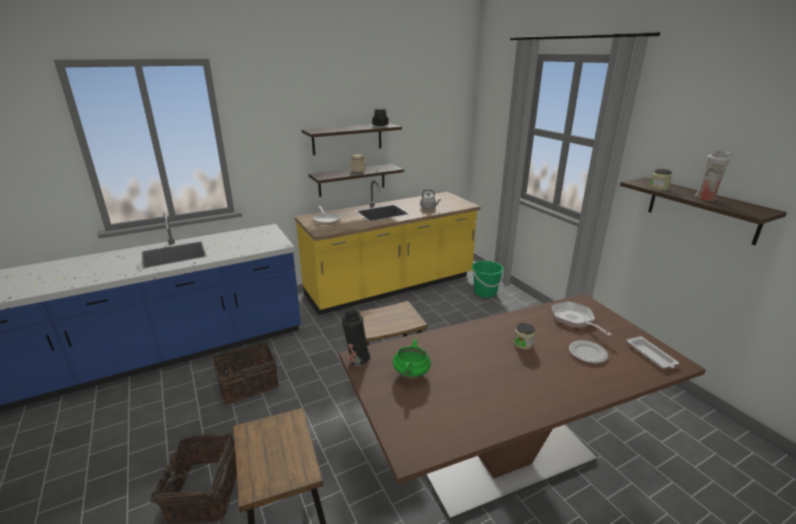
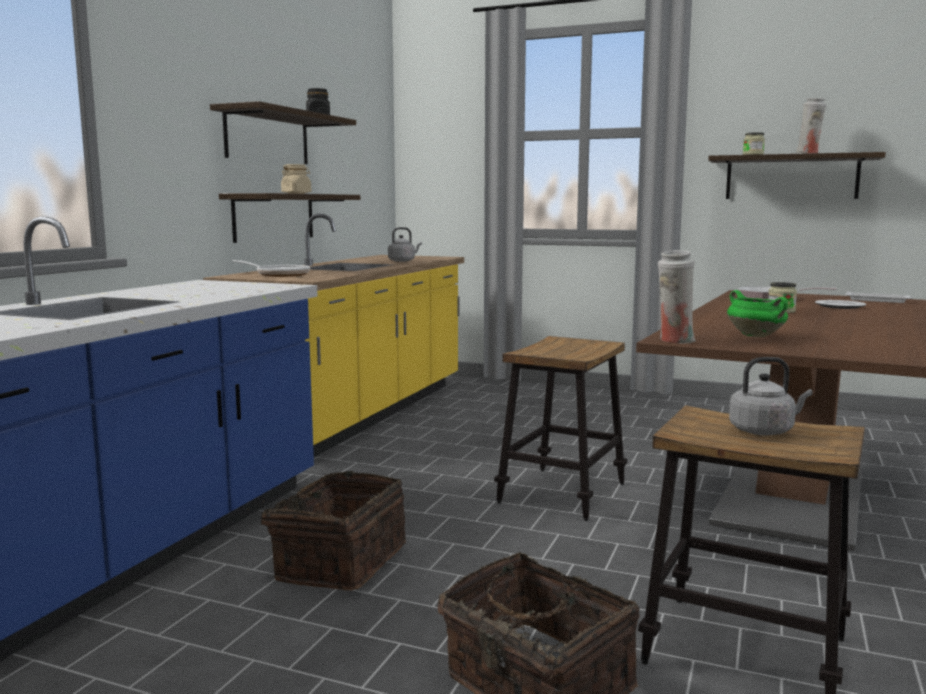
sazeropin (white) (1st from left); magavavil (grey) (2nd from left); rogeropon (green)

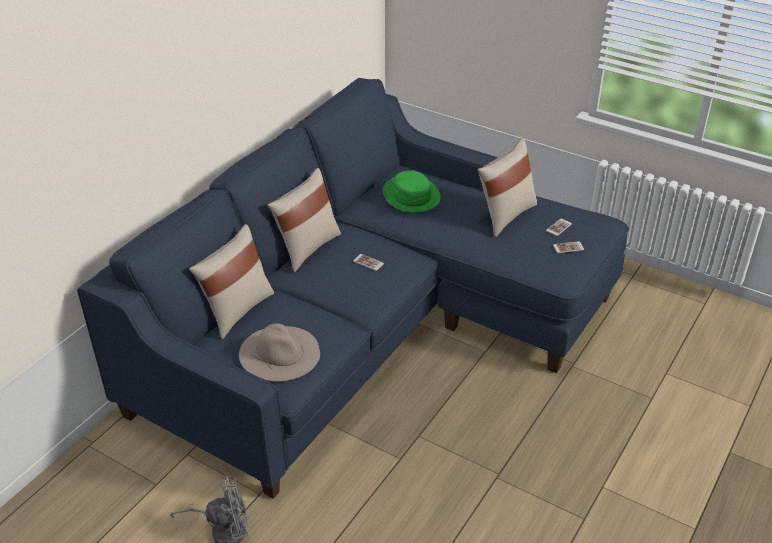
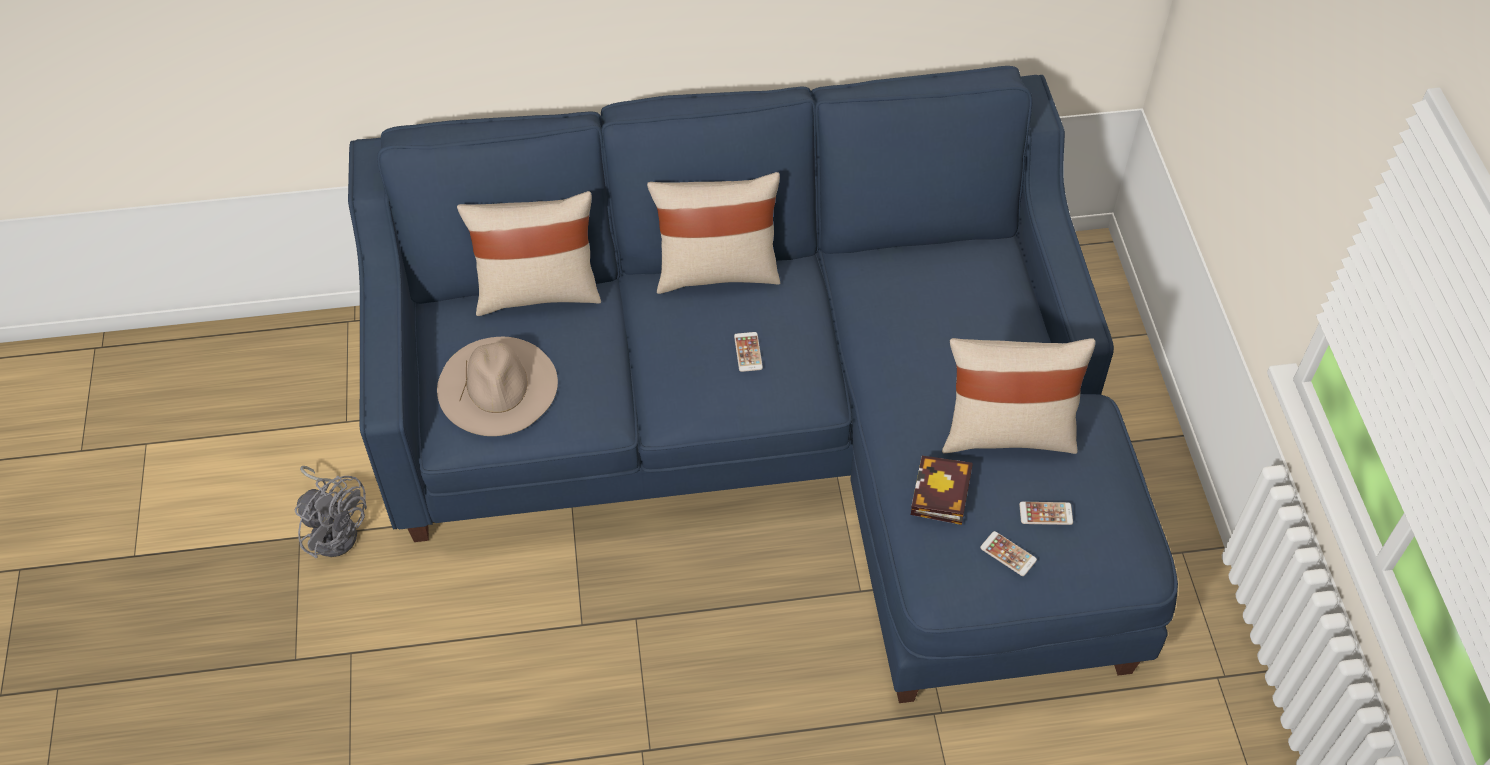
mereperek; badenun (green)

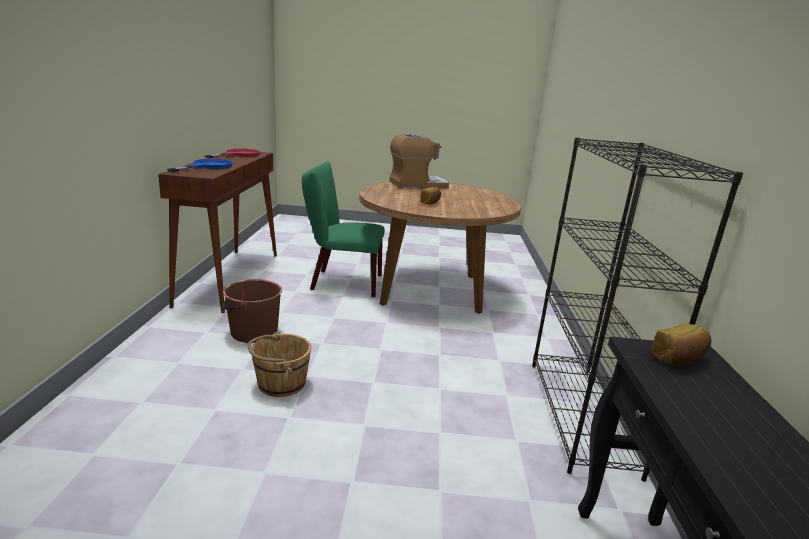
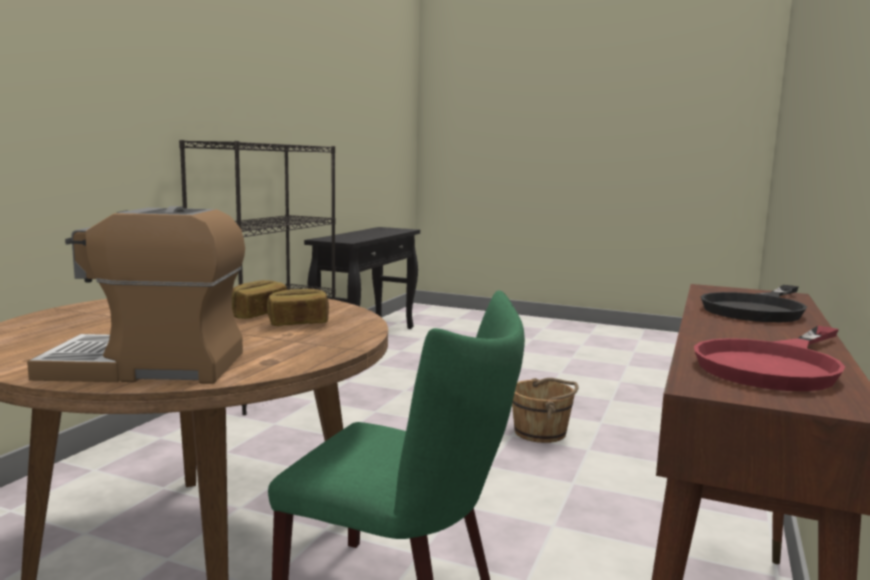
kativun (2nd from left); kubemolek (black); rogeropon (brown) (1st from left in the first image)

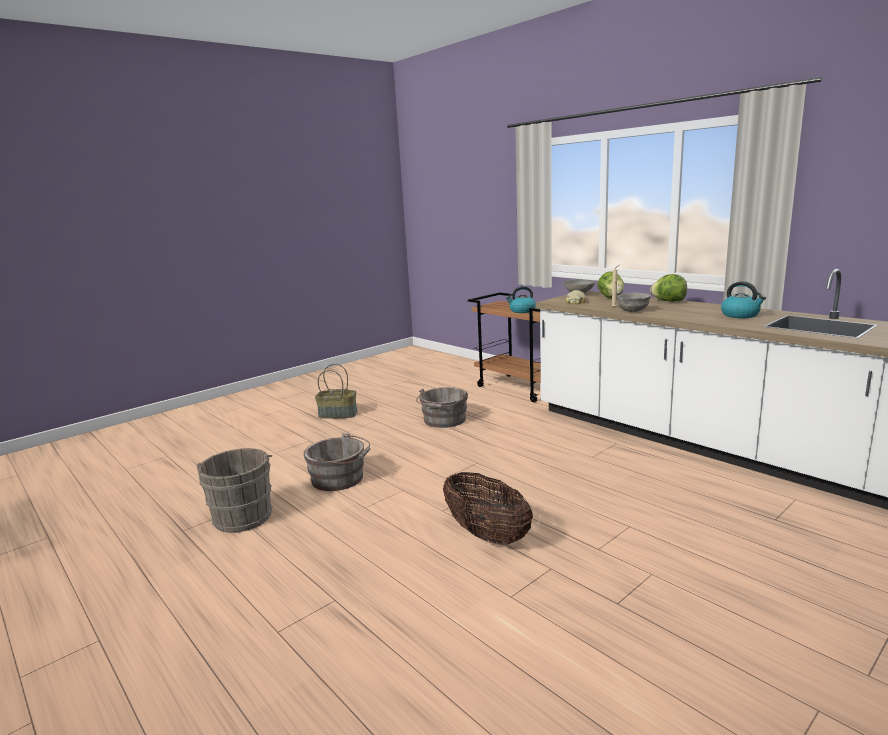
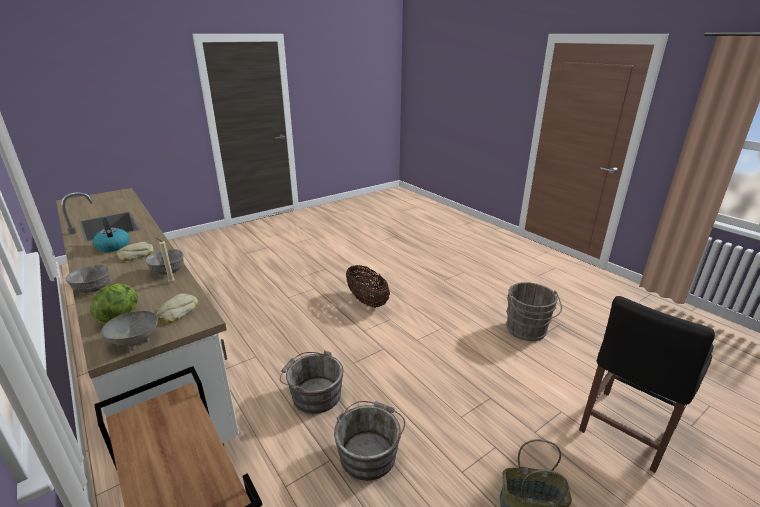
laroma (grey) (1st from left); kativun (1st from left); rogeropon (grey) (1st from left); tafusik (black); magavavil (1st from left in the first image)

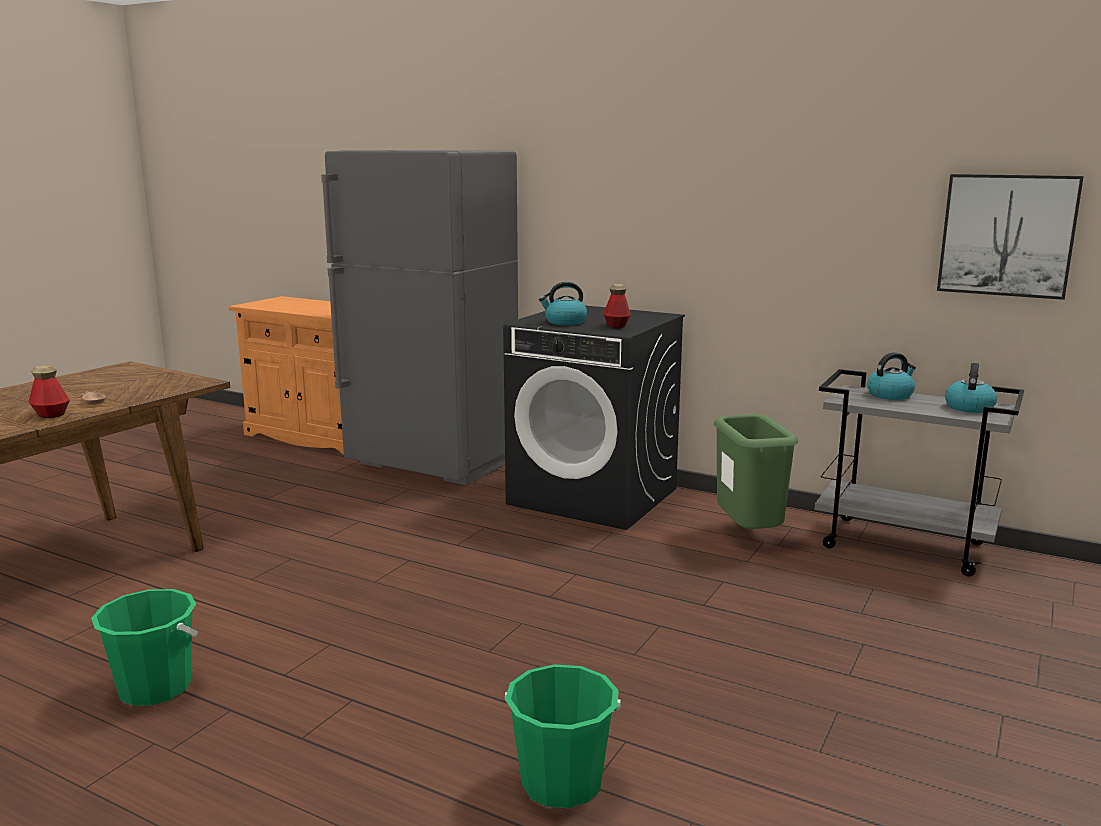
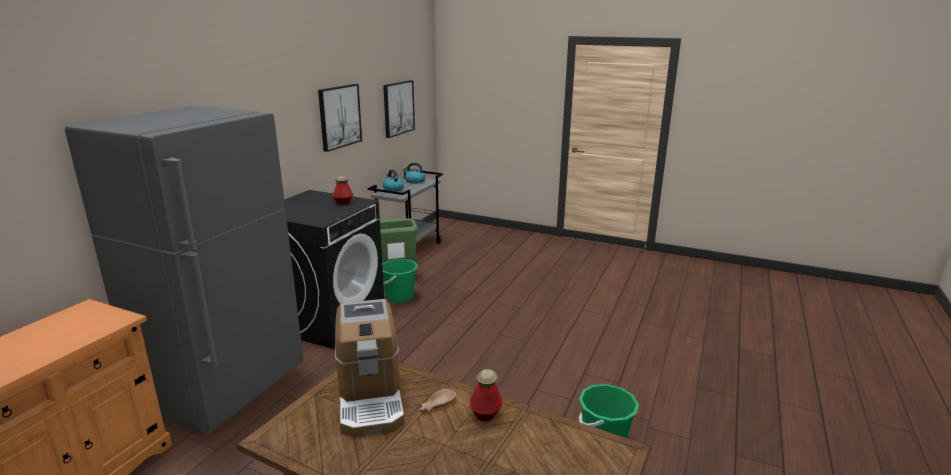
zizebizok (1st from left); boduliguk; rogeropon (green) (1st from left); magavavil (1st from left in the first image)

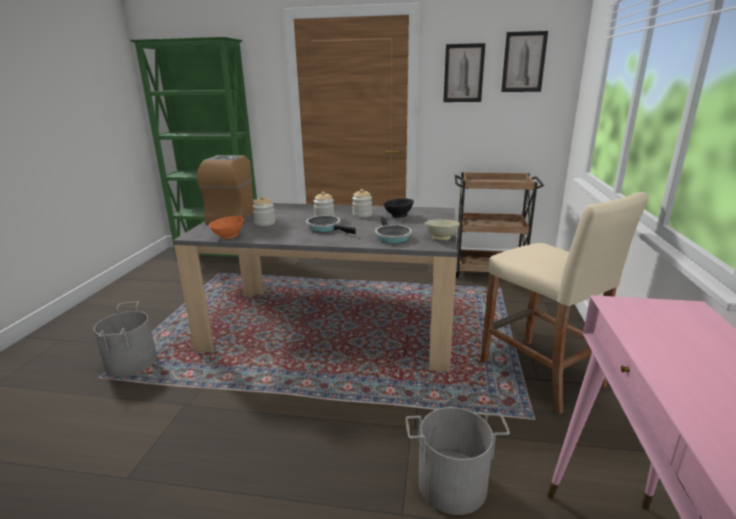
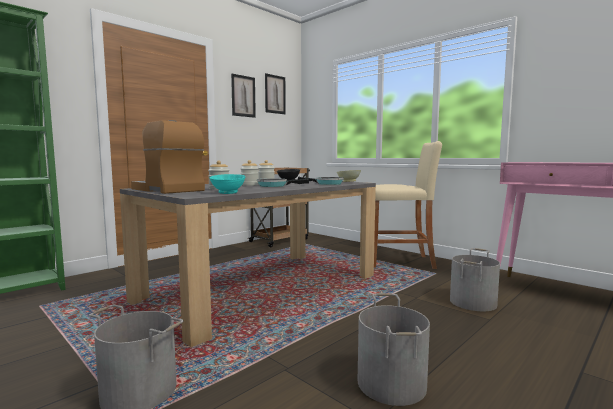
laroma (turquoise); rogeropon (grey) (2nd from left)

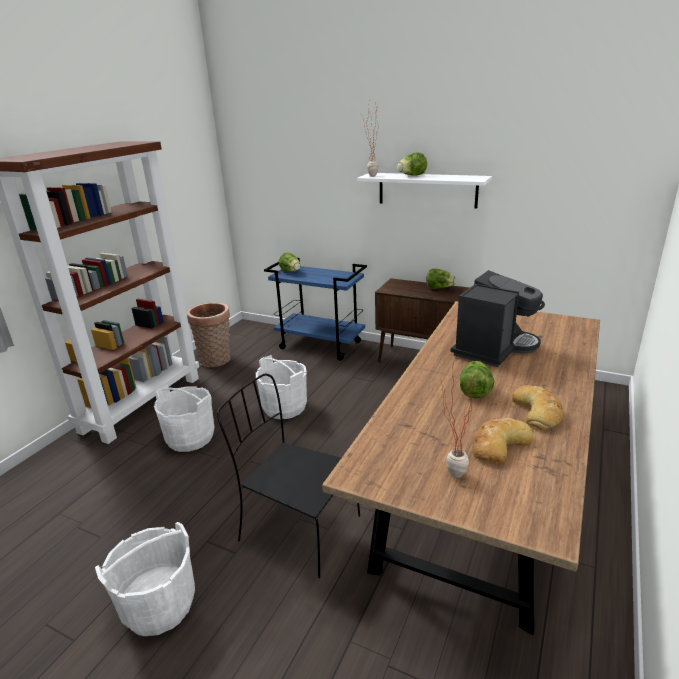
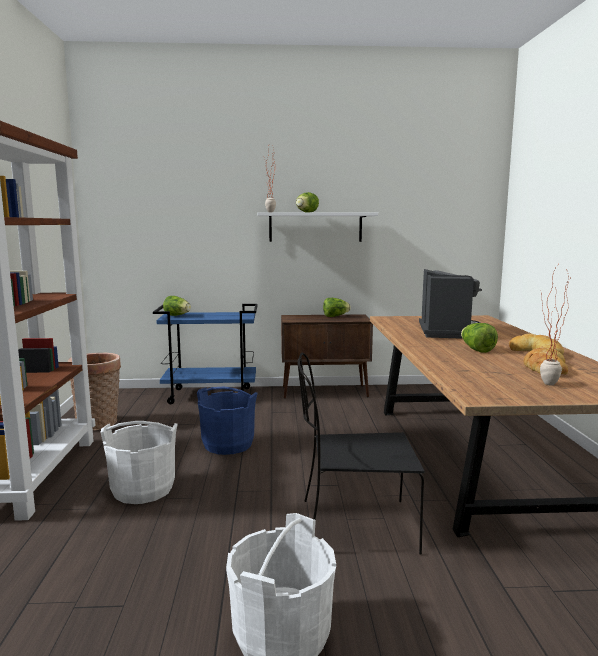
rogeropon (blue)

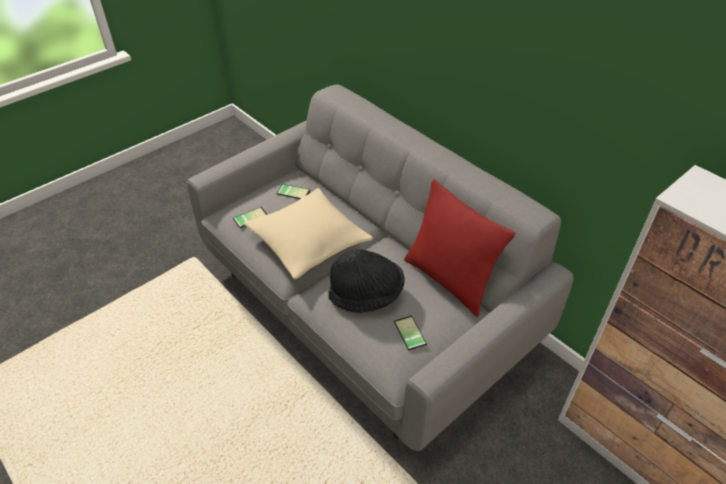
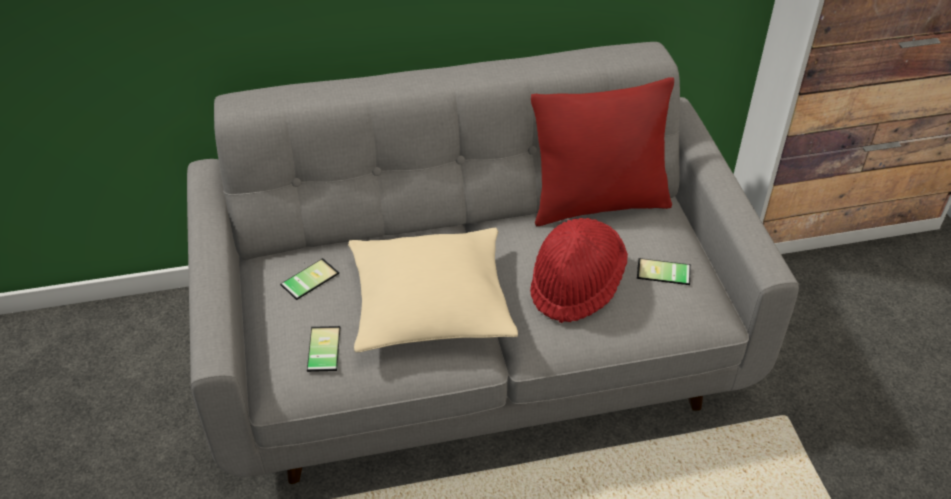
badenun (red)

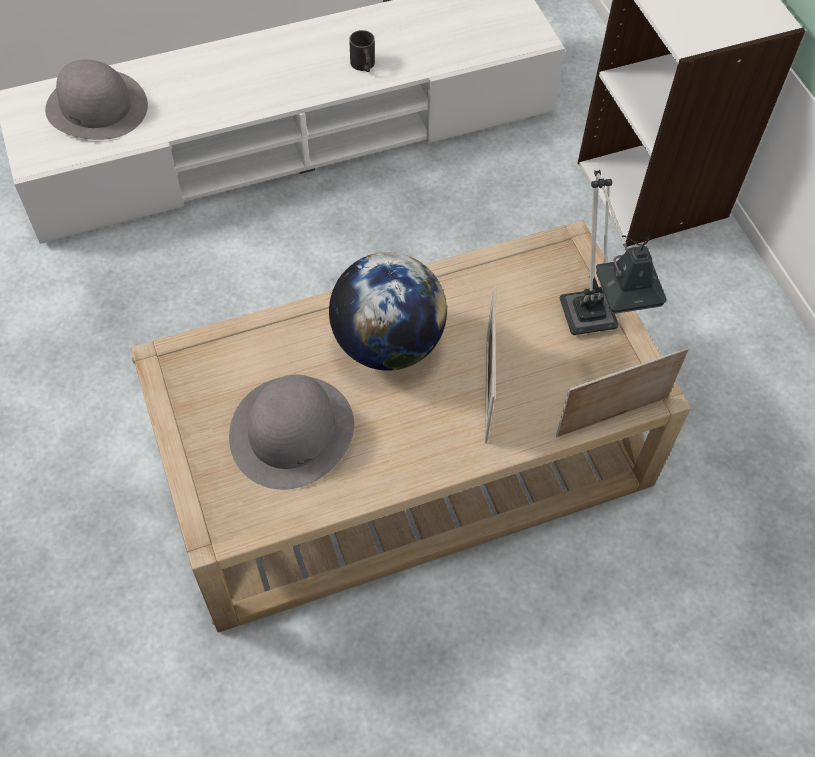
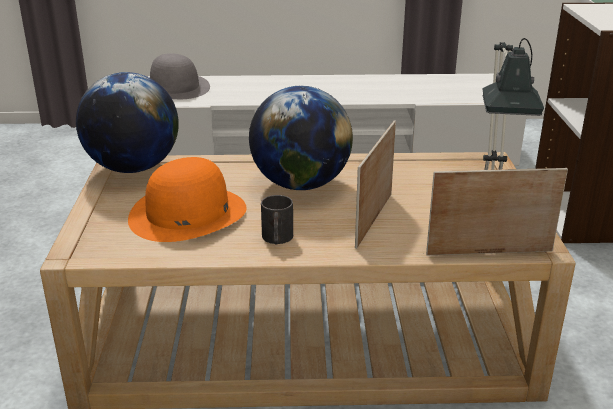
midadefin (1st from left); badenun (orange); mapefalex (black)

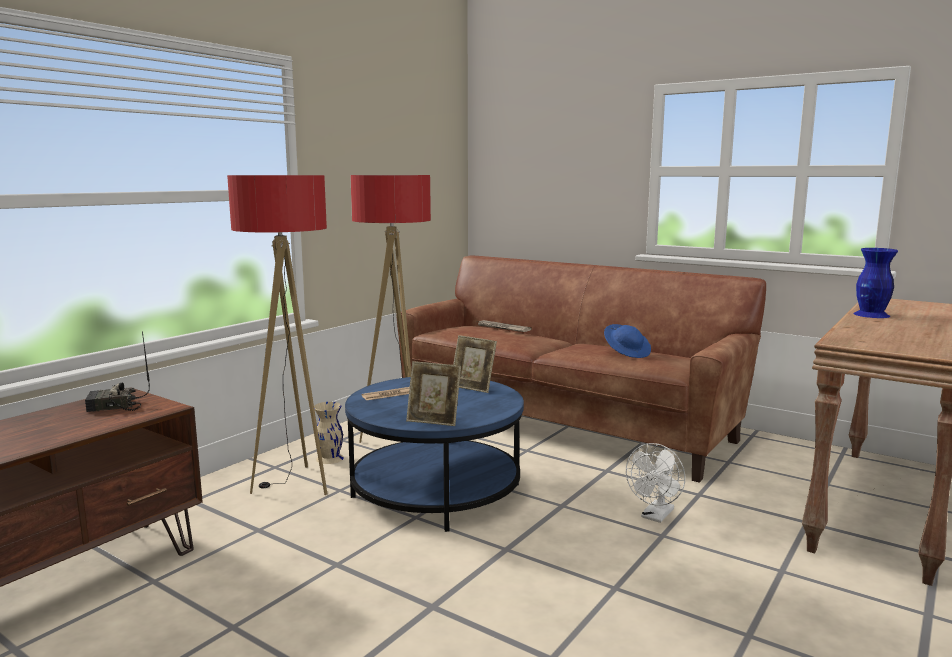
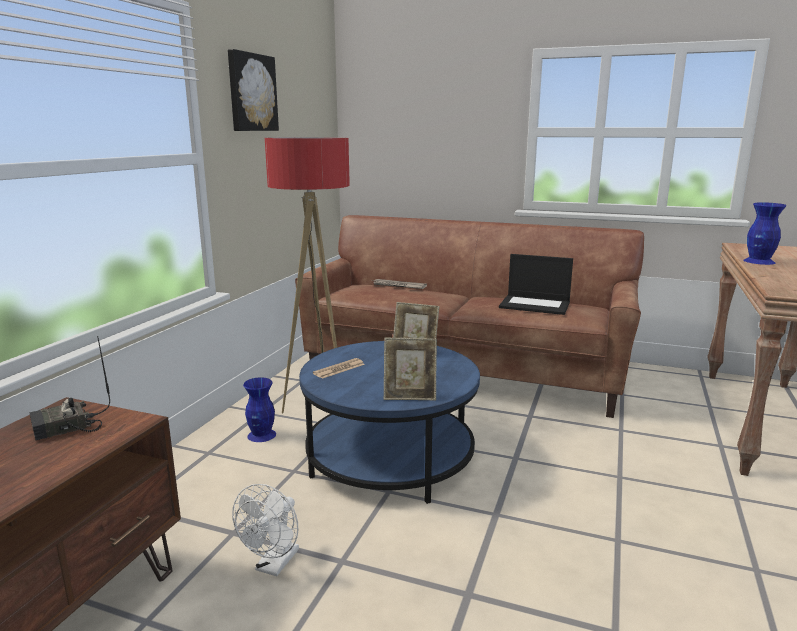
zizebizok; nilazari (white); sazeropin (blue) (1st from left); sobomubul; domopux (1st from left in the first image)

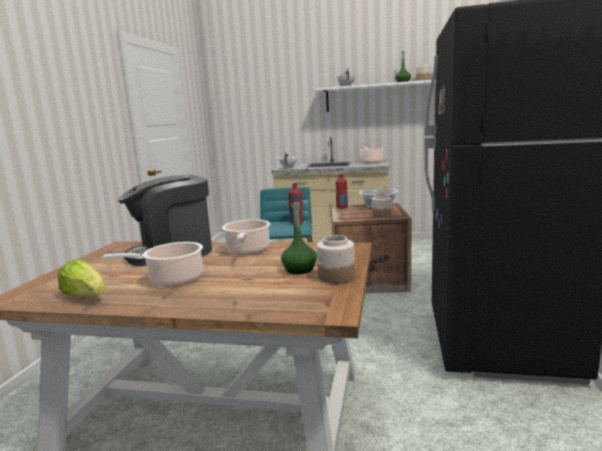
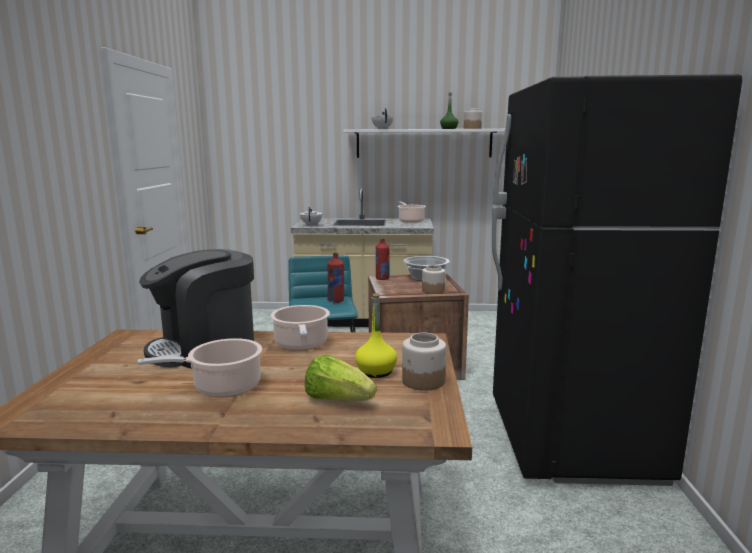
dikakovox; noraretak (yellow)

